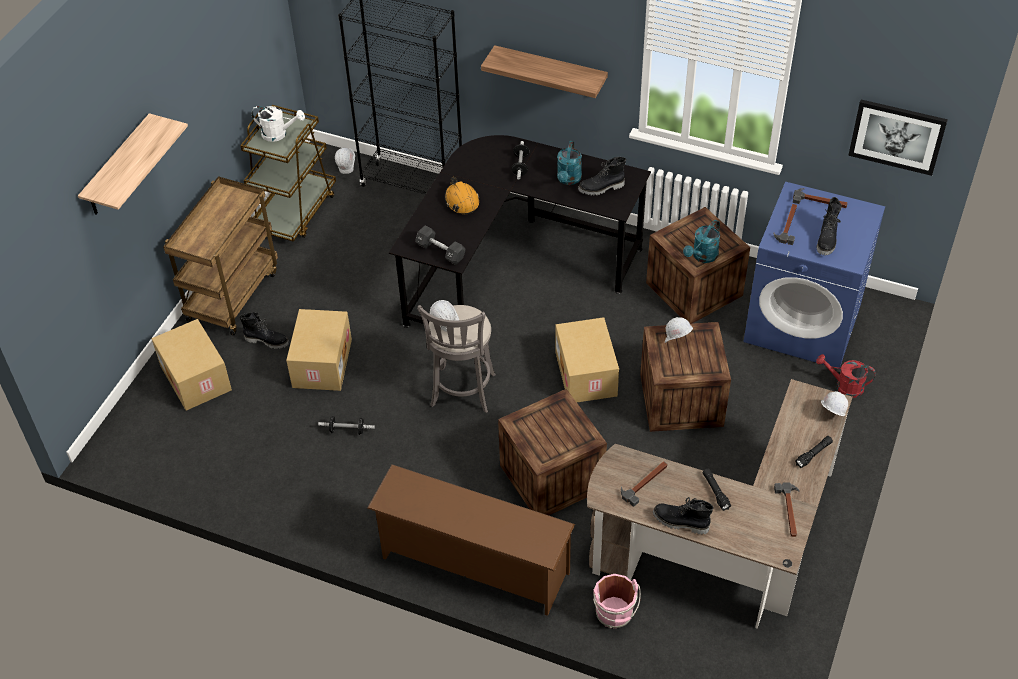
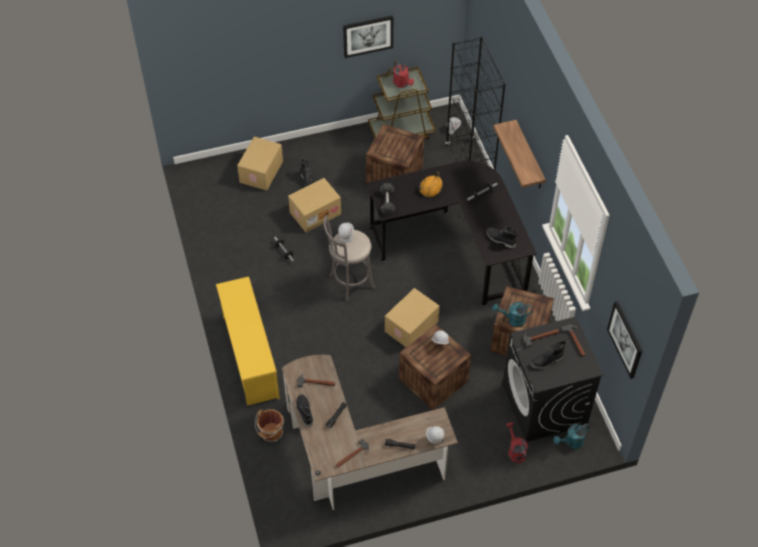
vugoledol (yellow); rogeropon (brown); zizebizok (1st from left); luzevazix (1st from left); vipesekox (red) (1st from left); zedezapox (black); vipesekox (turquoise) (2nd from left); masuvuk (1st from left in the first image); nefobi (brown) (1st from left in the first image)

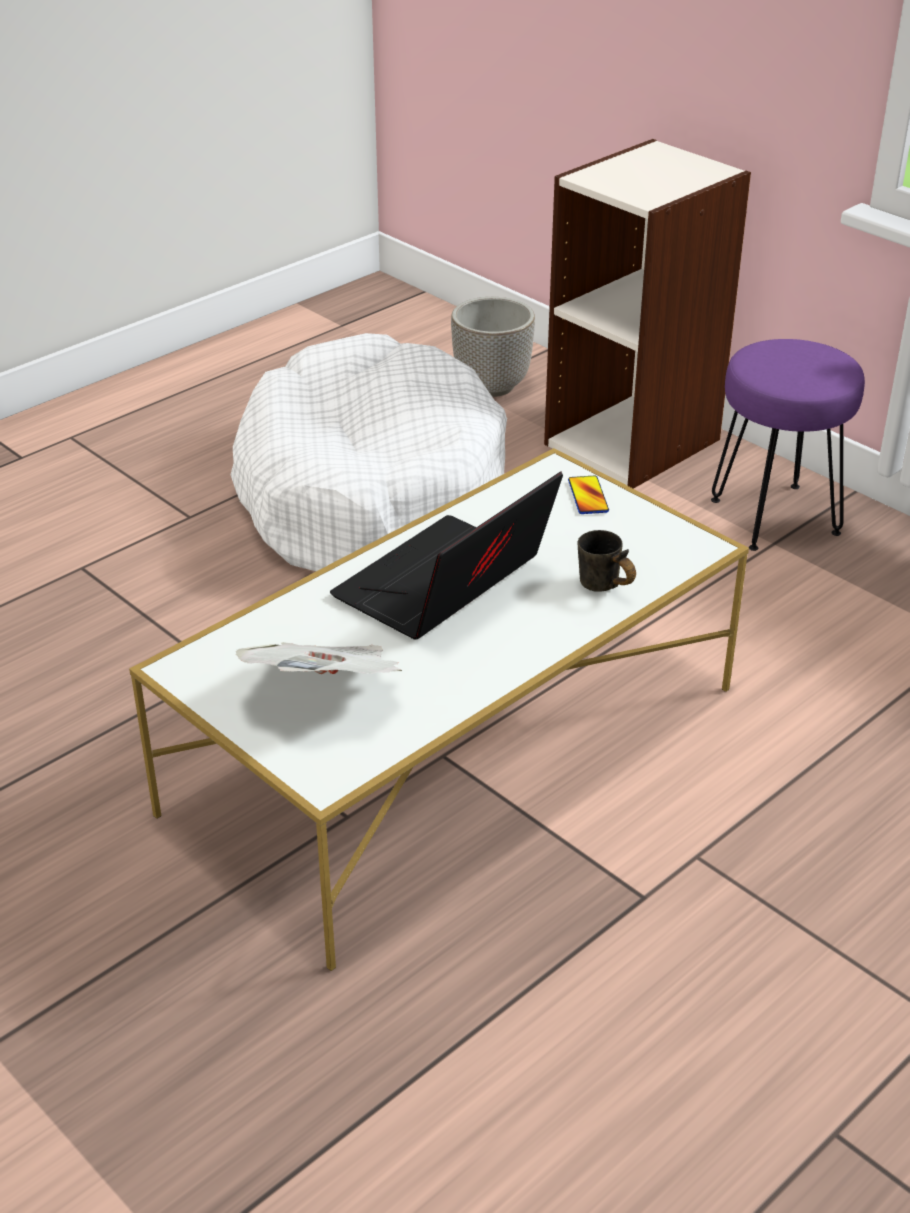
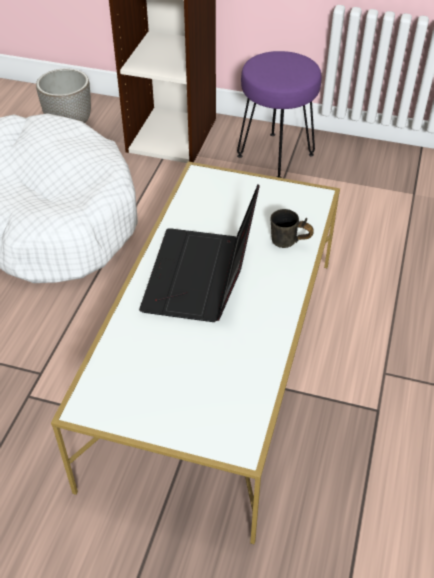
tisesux; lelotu

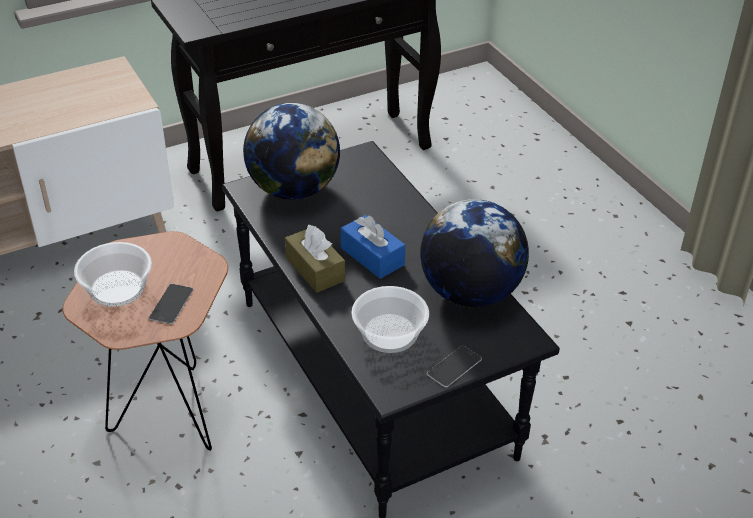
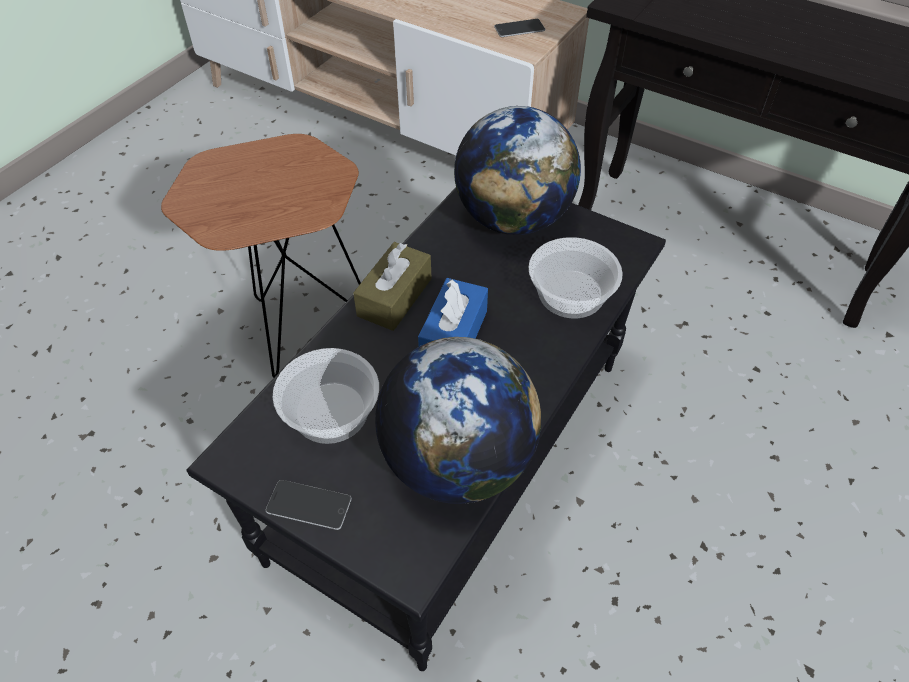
lelotu (2nd from left); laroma (2nd from left)

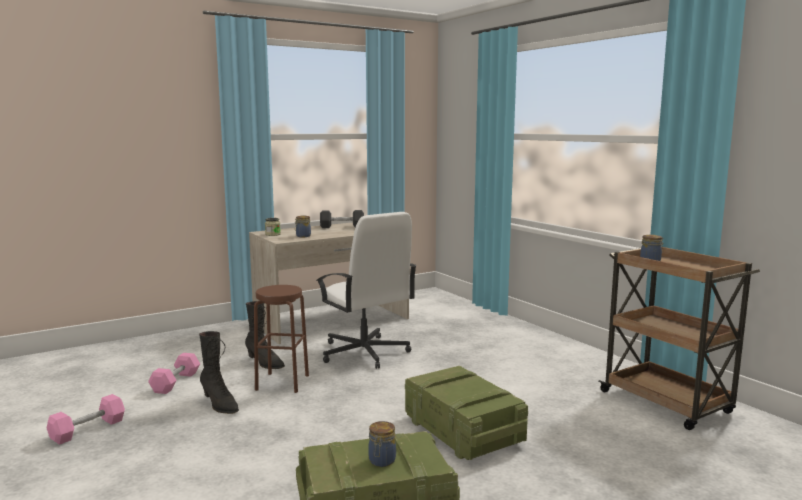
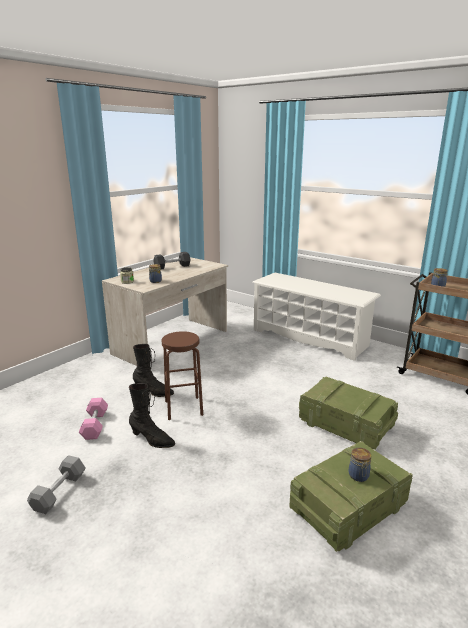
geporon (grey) (1st from left); vugoledol (white); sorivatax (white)

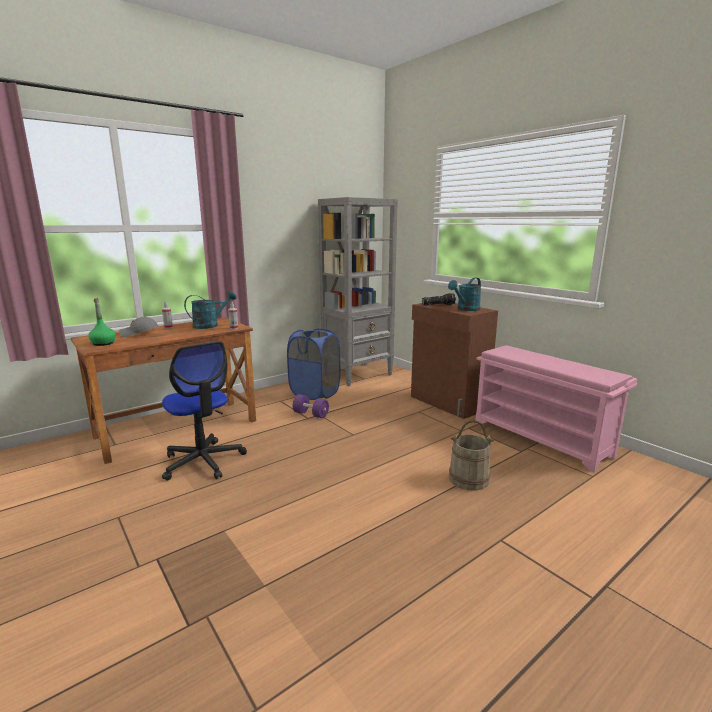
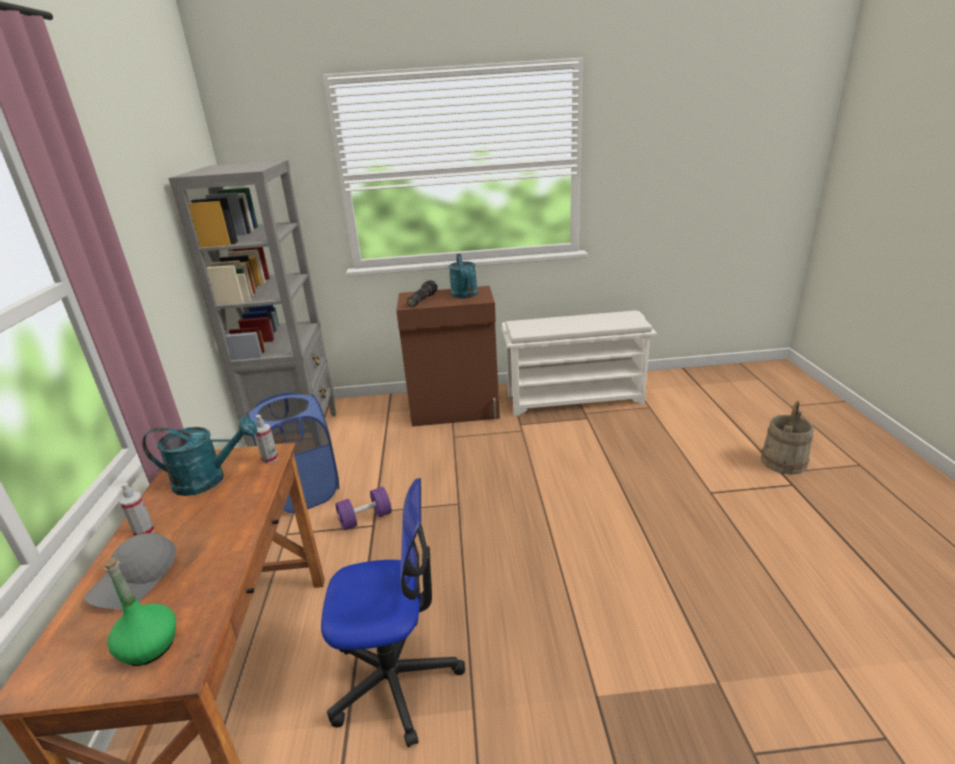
vipesekox (turquoise) (1st from left); vugoledol (white); rogeropon (beige)

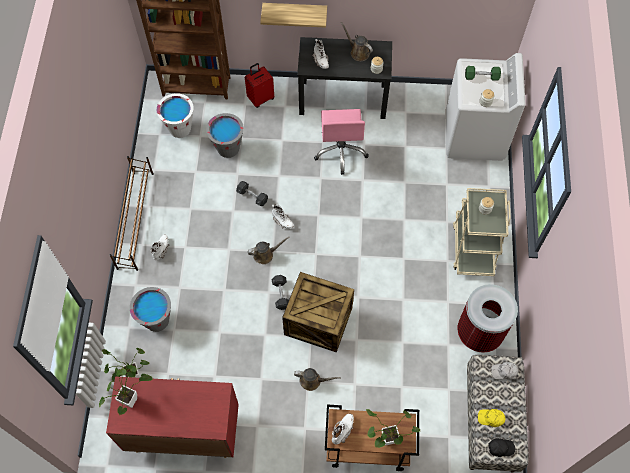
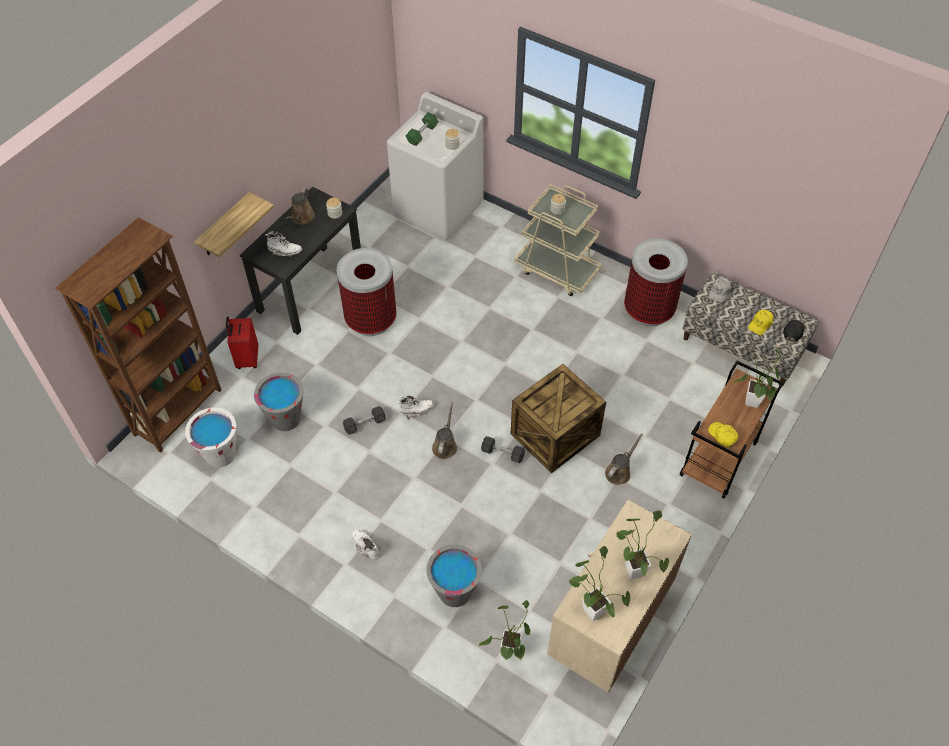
vipesekox (brown) (1st from left); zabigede (1st from left); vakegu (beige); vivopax (3rd from left); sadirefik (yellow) (1st from left); vugoledol (brown)

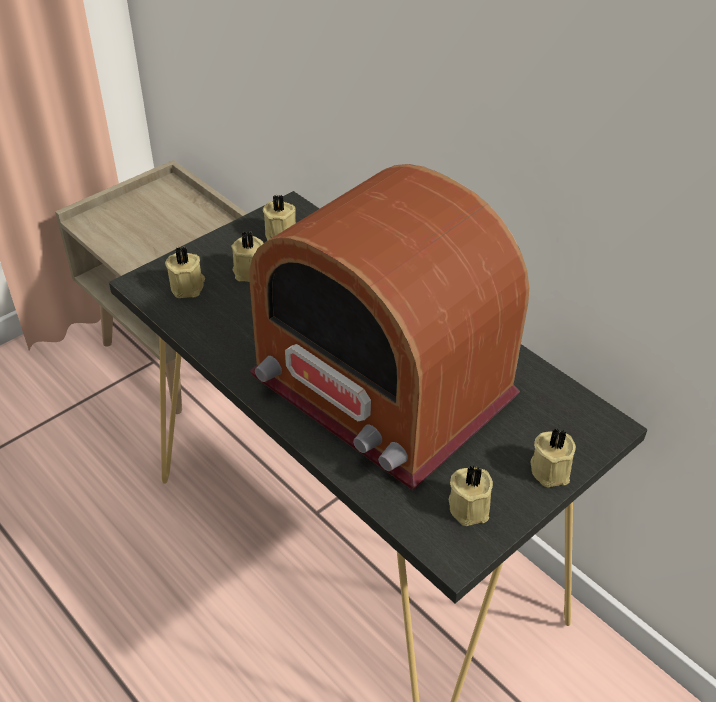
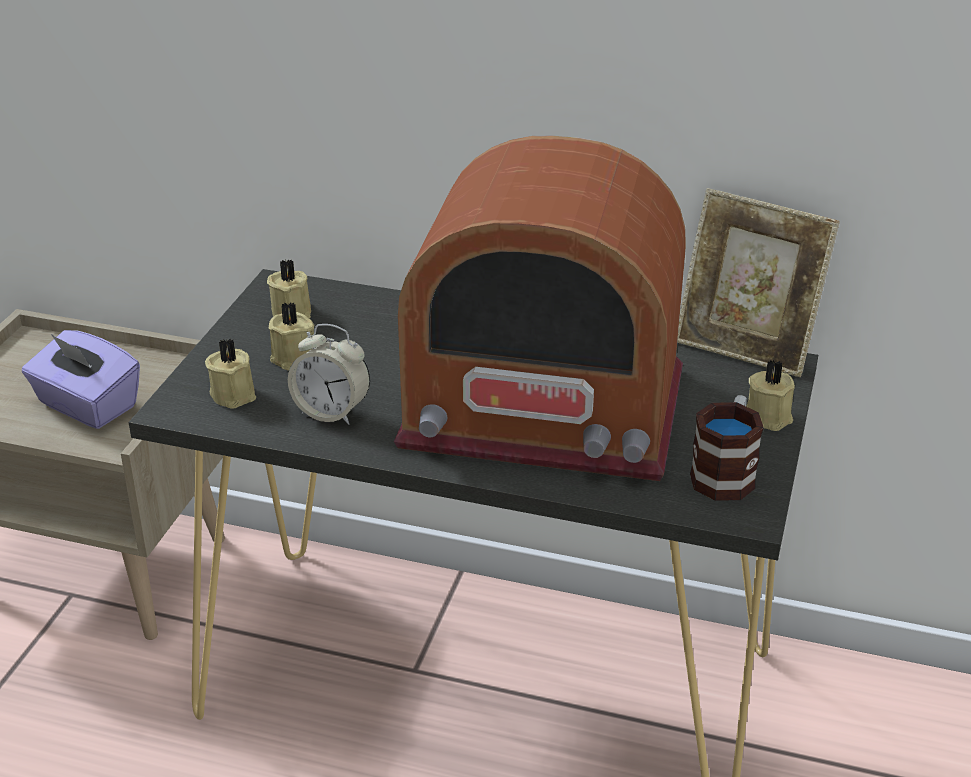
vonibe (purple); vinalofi; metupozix; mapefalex

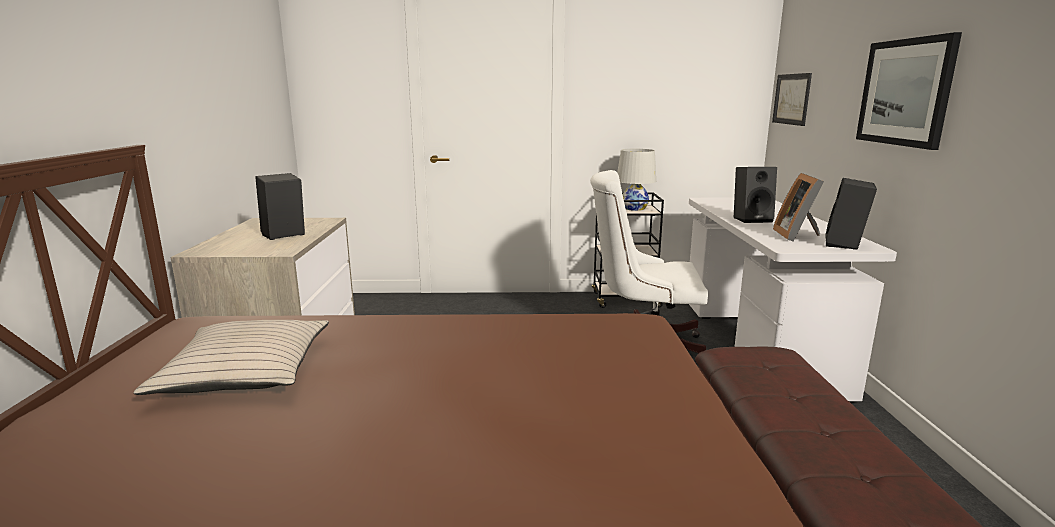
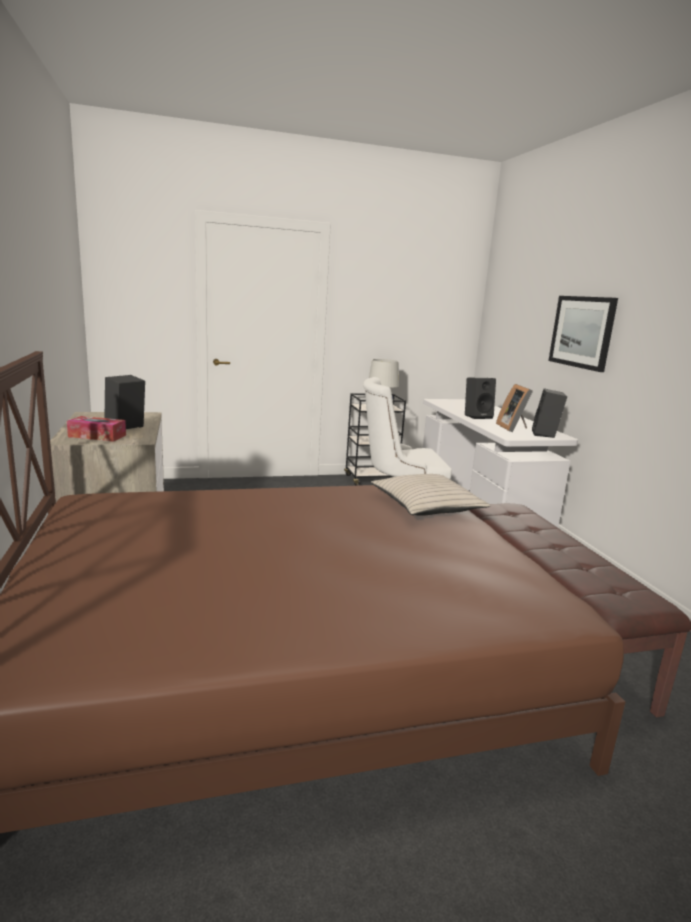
vonibe; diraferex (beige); zizebizok (1st from left in the first image)

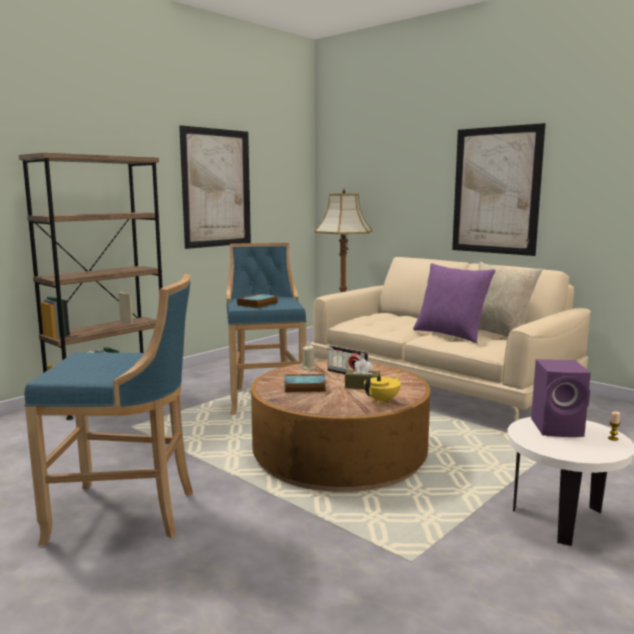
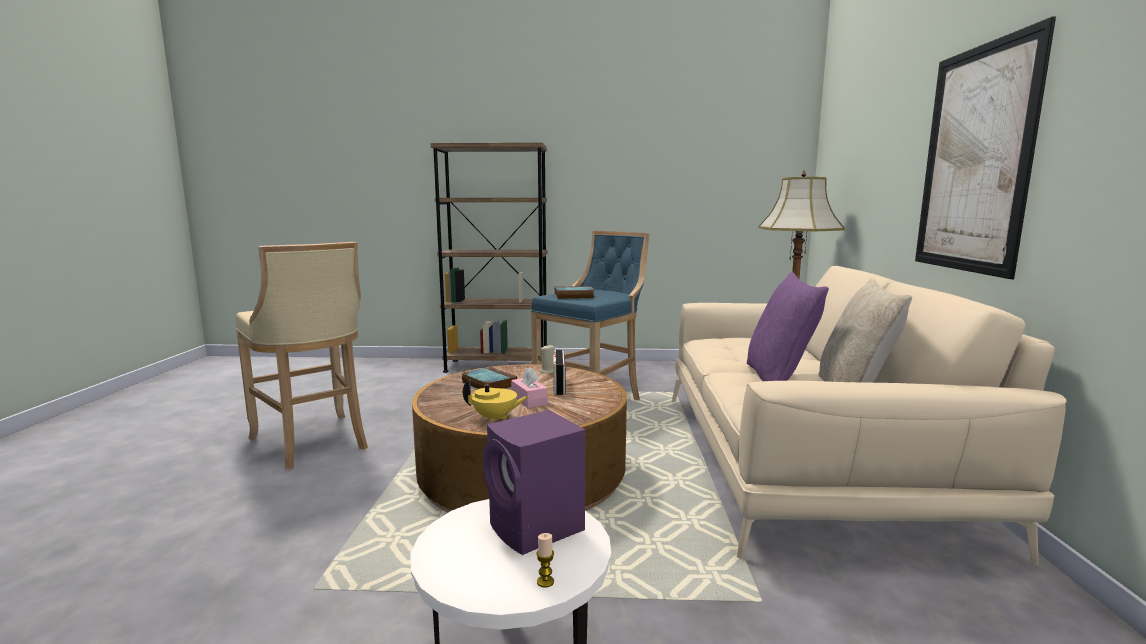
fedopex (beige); vonibe (pink); zizebizok (1st from left in the first image)

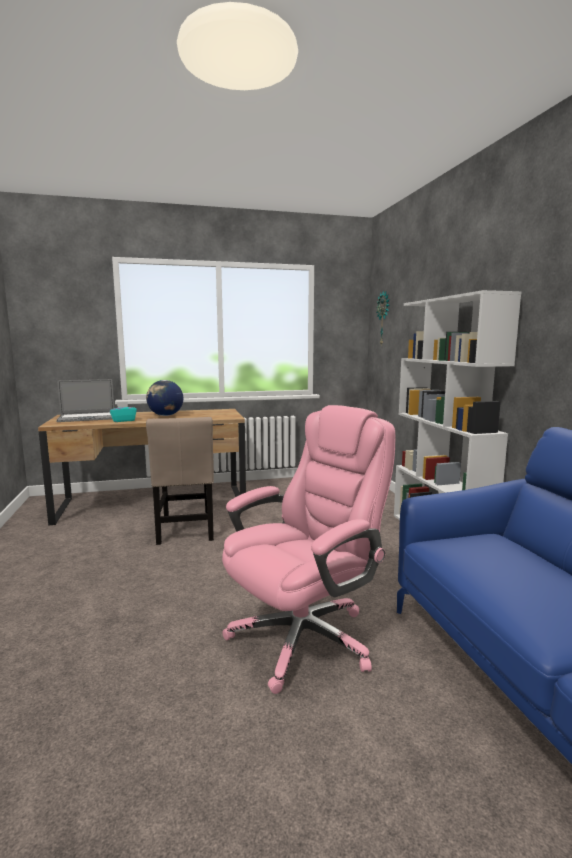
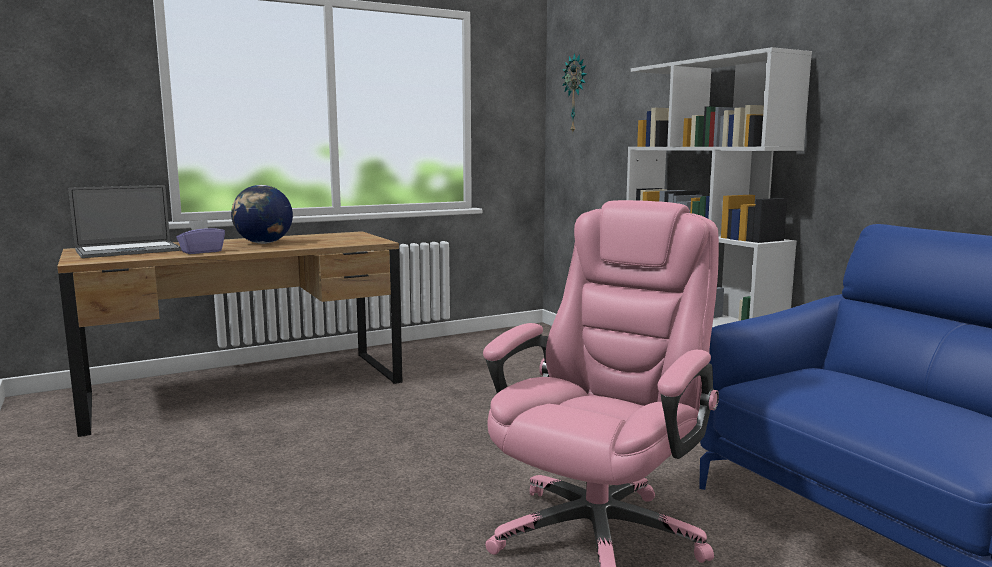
vonibe (purple); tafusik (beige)

